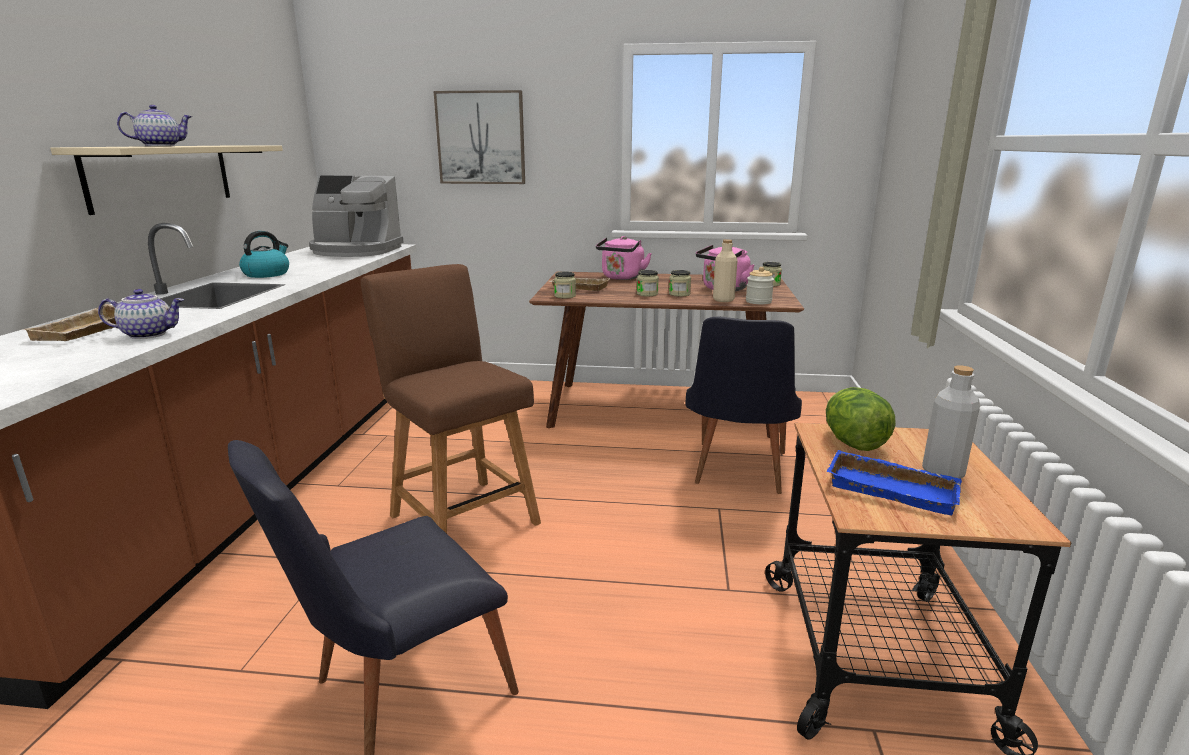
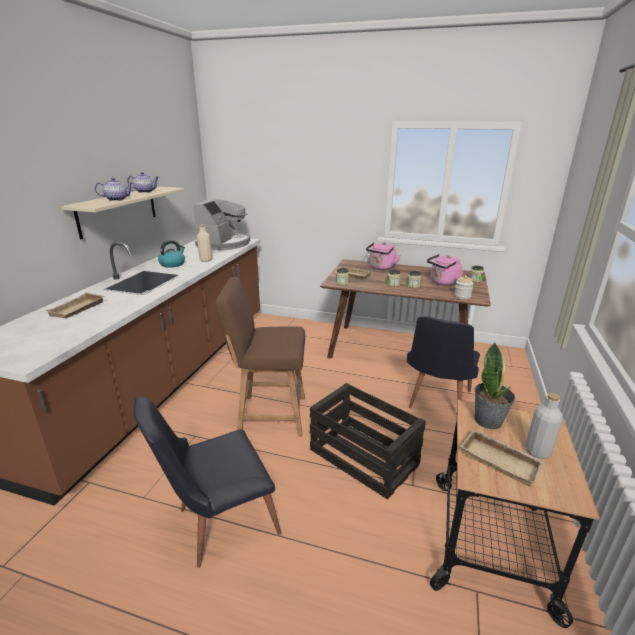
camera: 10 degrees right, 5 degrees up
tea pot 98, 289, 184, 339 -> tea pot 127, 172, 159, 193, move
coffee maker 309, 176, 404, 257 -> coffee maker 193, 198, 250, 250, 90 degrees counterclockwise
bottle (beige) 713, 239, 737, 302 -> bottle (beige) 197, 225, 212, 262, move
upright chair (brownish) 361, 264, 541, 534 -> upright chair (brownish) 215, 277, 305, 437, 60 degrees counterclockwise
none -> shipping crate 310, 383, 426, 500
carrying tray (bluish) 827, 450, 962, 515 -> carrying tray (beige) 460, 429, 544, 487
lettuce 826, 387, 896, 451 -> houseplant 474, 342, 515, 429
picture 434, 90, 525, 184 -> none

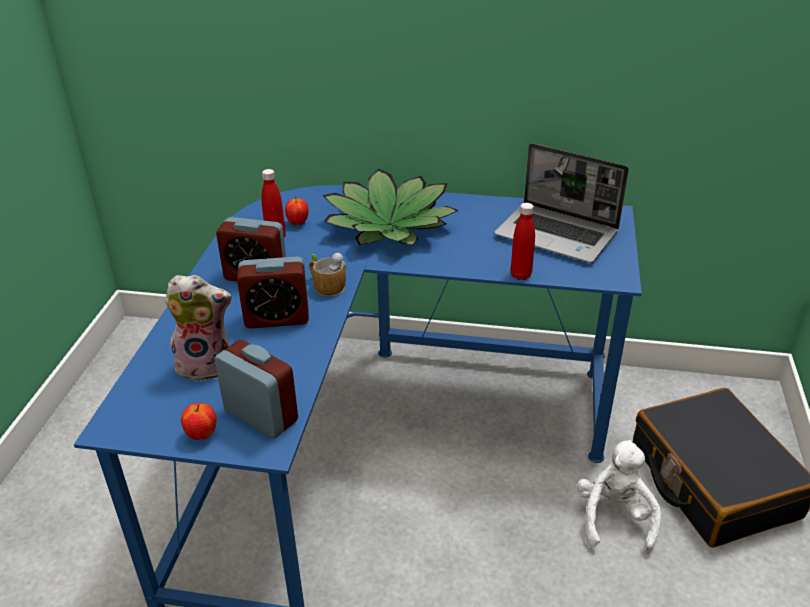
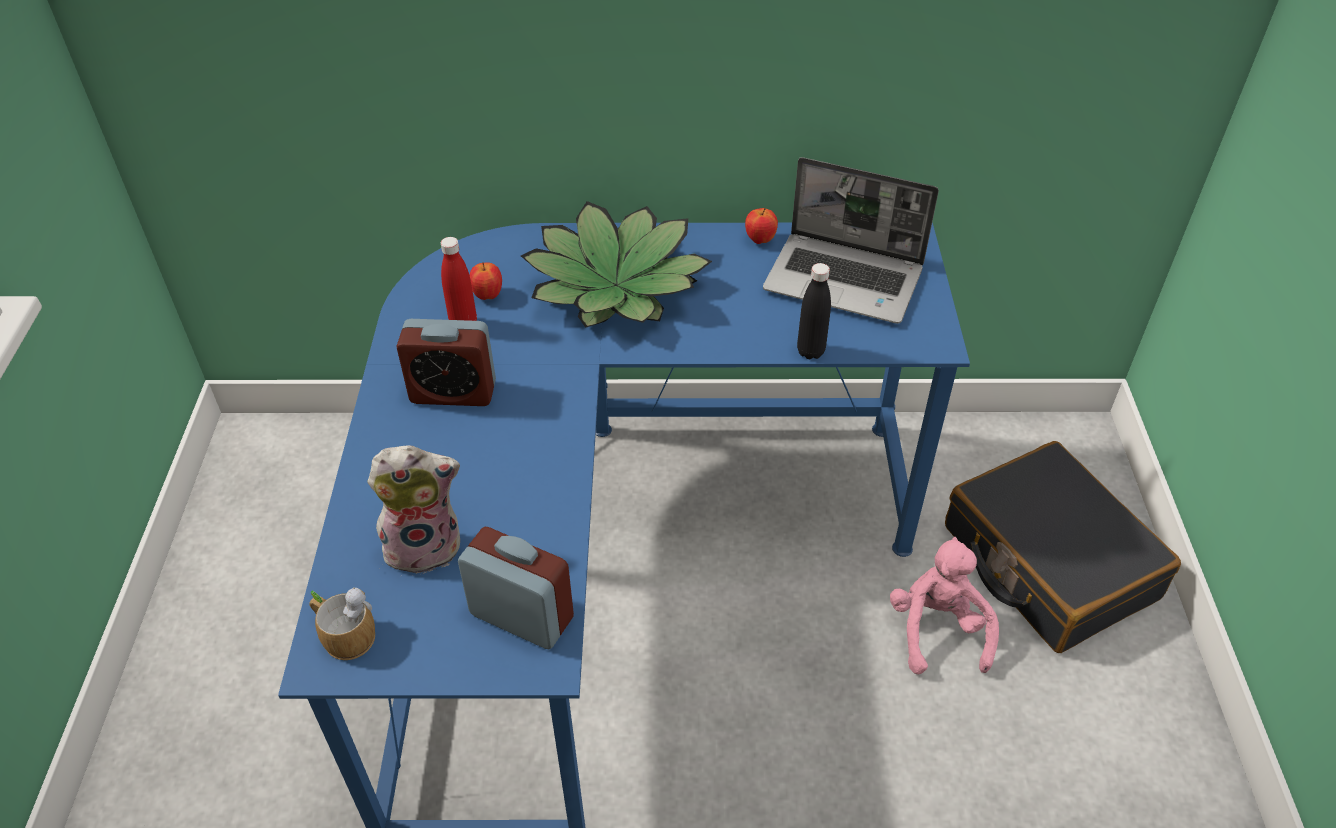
camera: 10 degrees left, 10 degrees up
coffee mug 309, 252, 346, 296 -> coffee mug 309, 587, 375, 660, move
whole apple 181, 403, 216, 440 -> whole apple 745, 208, 778, 244, move
bottle (red) 511, 203, 535, 280 -> bottle (blackish) 797, 263, 831, 359
cuddly toy (whitish) 577, 440, 661, 554 -> cuddly toy (pinkish) 890, 537, 999, 674
table clock 237, 256, 309, 328 -> none

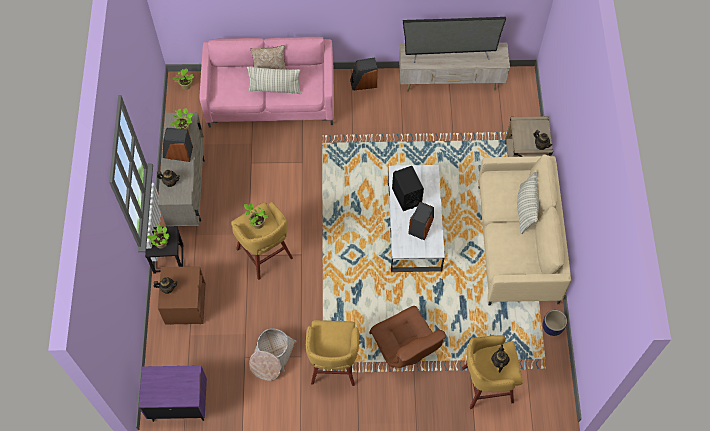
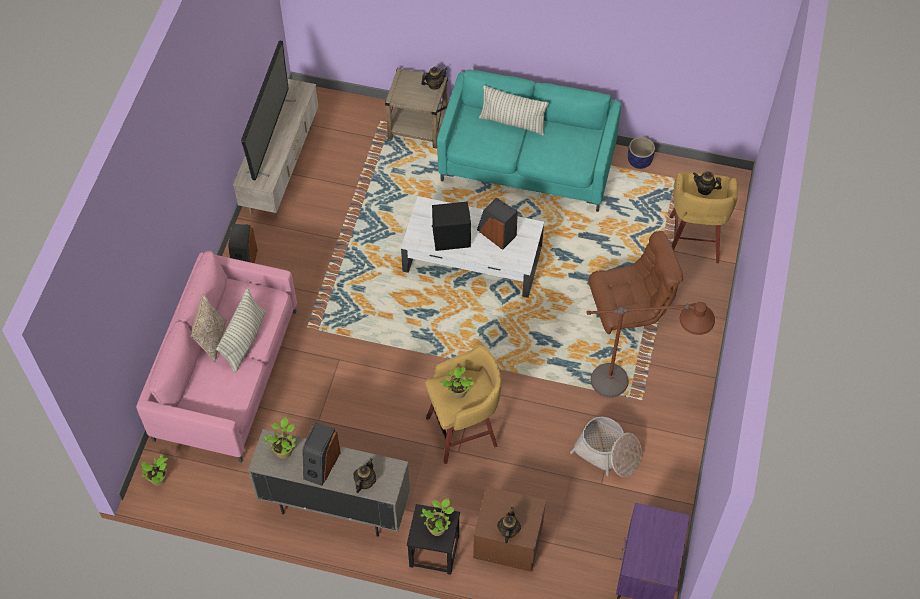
camera: 75 degrees left, 5 degrees down
couch (beige) 478, 154, 571, 305 -> couch (turquoise-coloured) 437, 69, 621, 212
stool (yellow) 306, 320, 359, 386 -> standard lamp (brownish) 587, 302, 715, 398

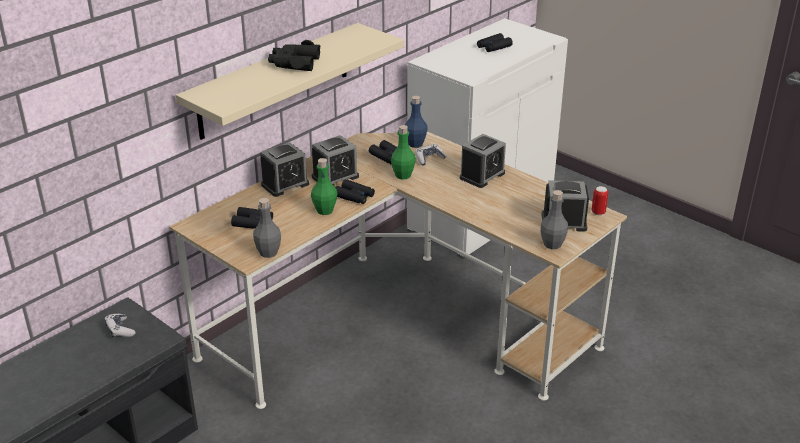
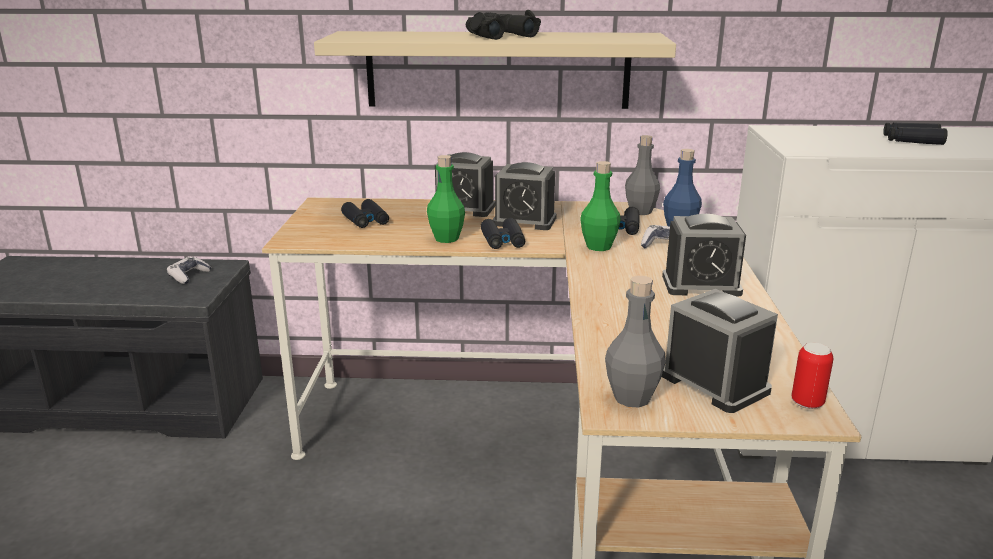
camera: 50 degrees right, 10 degrees down
bottle (greyish) 253, 198, 281, 258 -> bottle (greyish) 625, 135, 660, 215, move

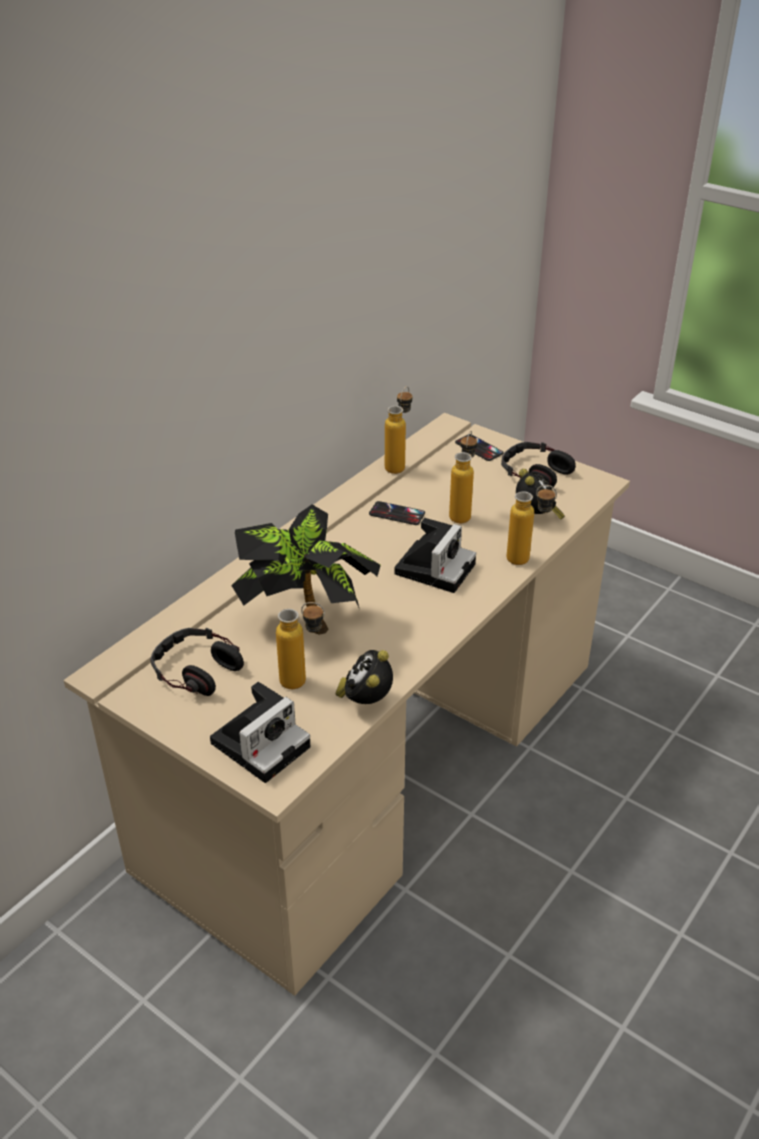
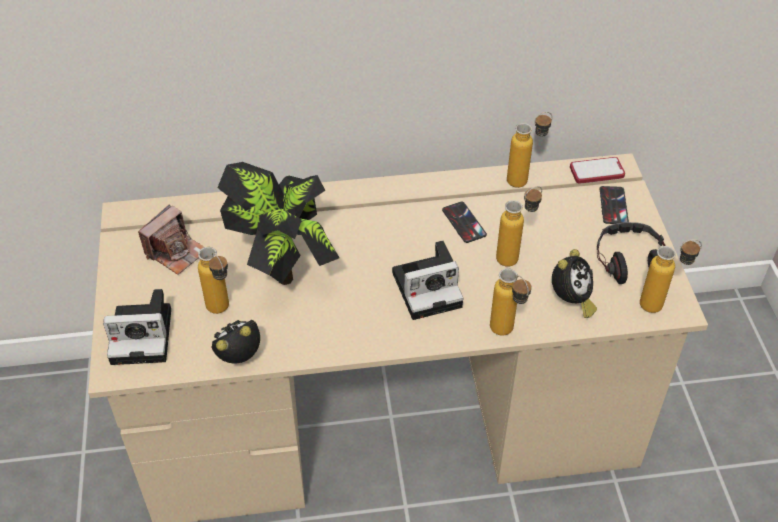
camera: 45 degrees right, 10 degrees up
pair of headphones 150, 628, 244, 696 -> still camera 138, 204, 204, 275
none -> handset 570, 157, 625, 184
none -> bottle 640, 239, 702, 313

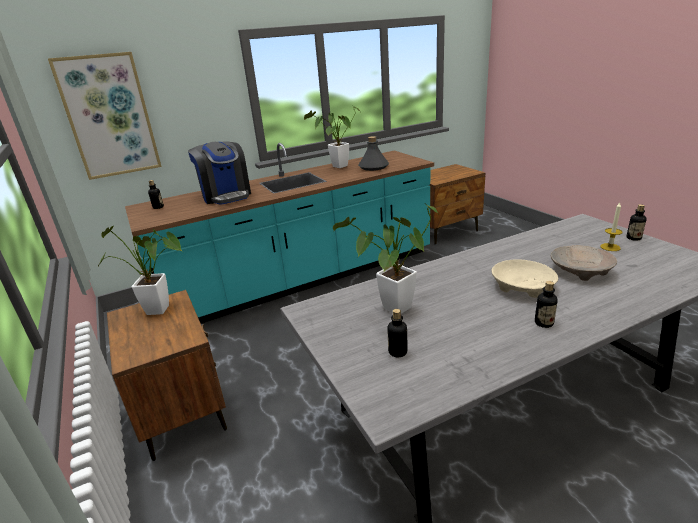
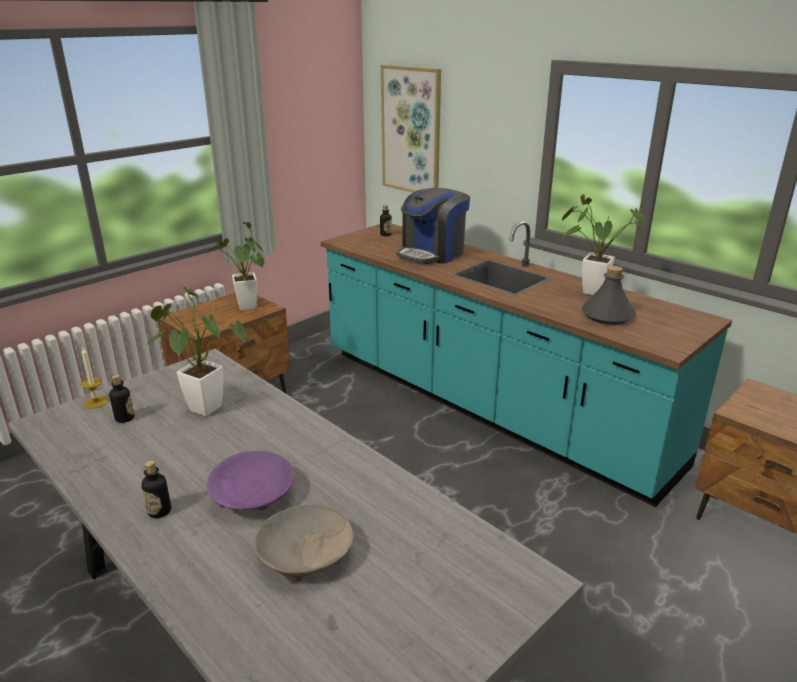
camera: 70 degrees right, 0 degrees up
wax light 600, 202, 623, 251 -> wax light 81, 348, 109, 409, move
deep dish (beige) 491, 259, 558, 298 -> deep dish (purple-coloured) 207, 451, 294, 510
bottle 626, 204, 647, 241 -> none

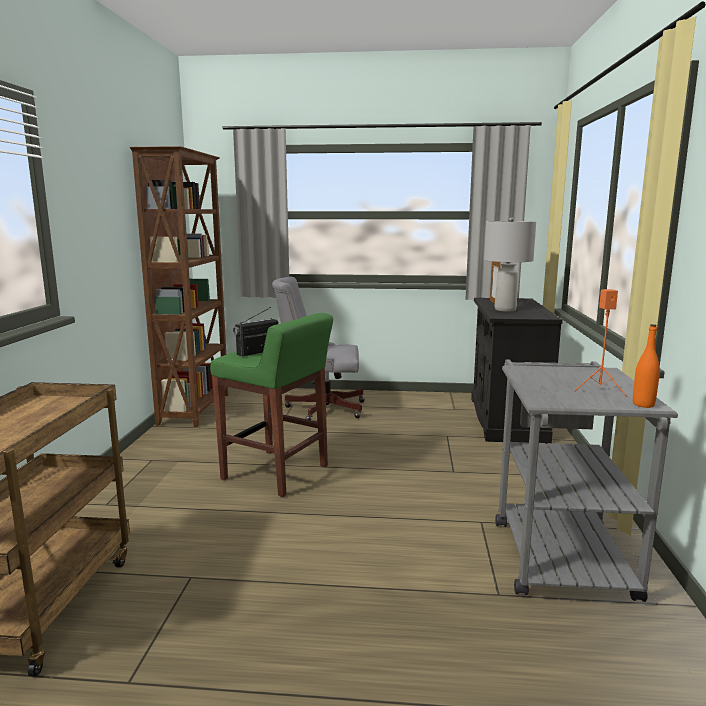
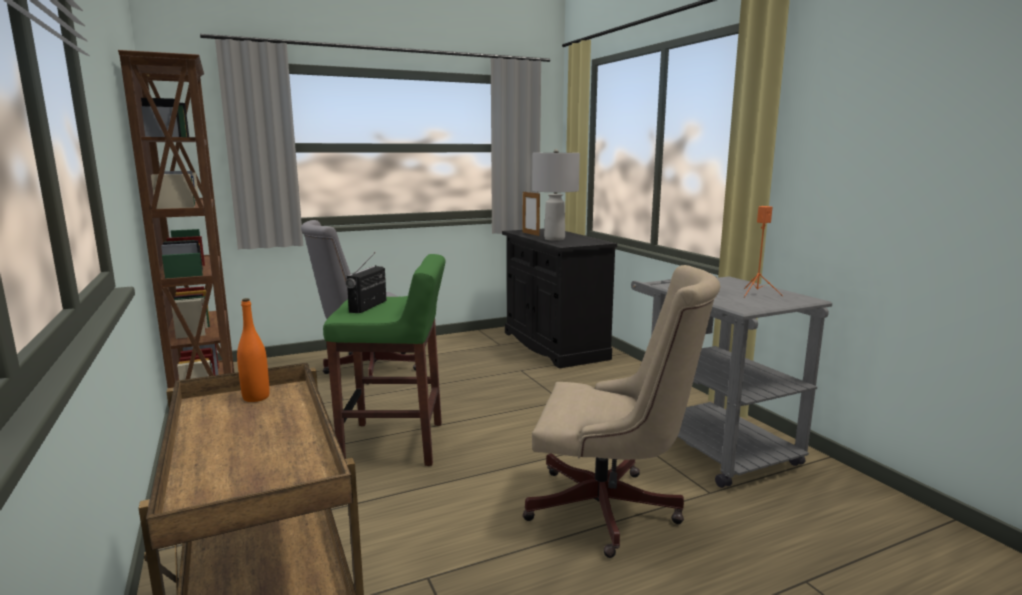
camera: 30 degrees left, 0 degrees up
bottle (orangey) 633, 324, 660, 408 -> bottle (orangey) 237, 298, 270, 402, move
none -> office chair (beige) 523, 265, 720, 558

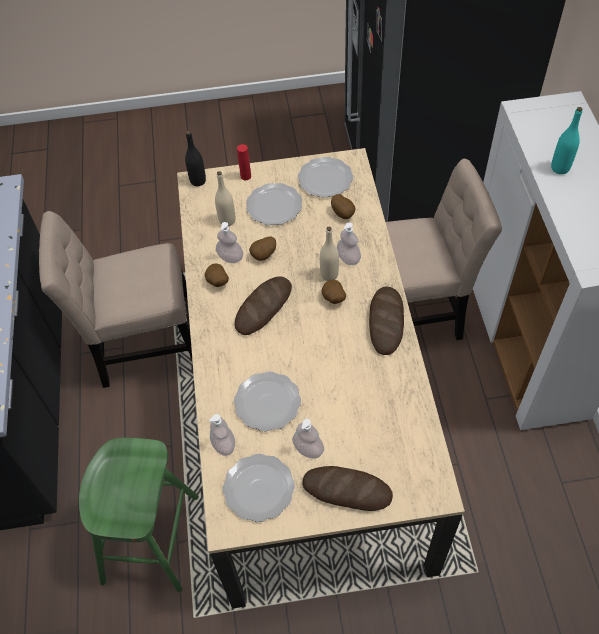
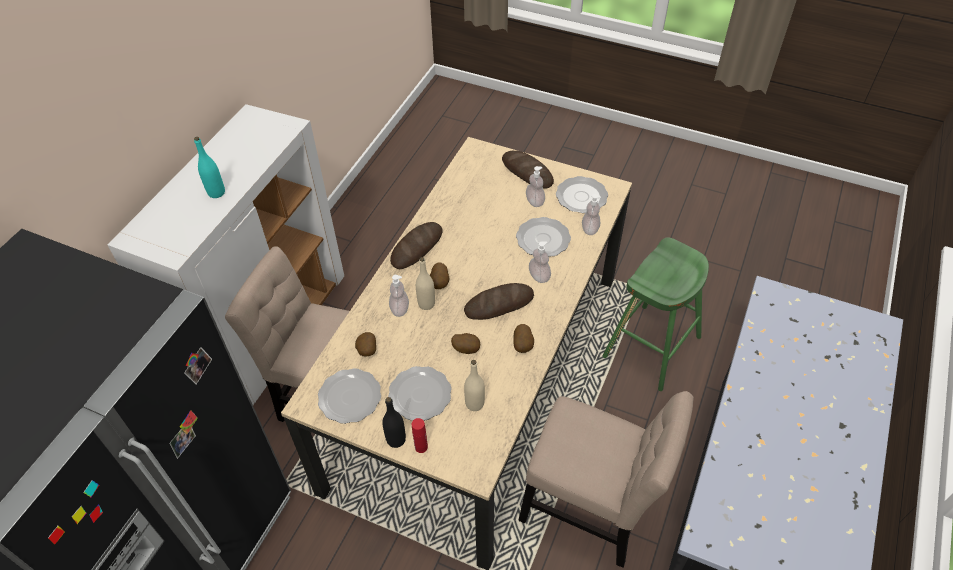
camera: 150 degrees left, 5 degrees down
bottle (blackish) 185, 131, 206, 186 -> bottle (blackish) 383, 397, 406, 448, move
soap dispenser 216, 222, 243, 263 -> soap dispenser 529, 241, 551, 283, move

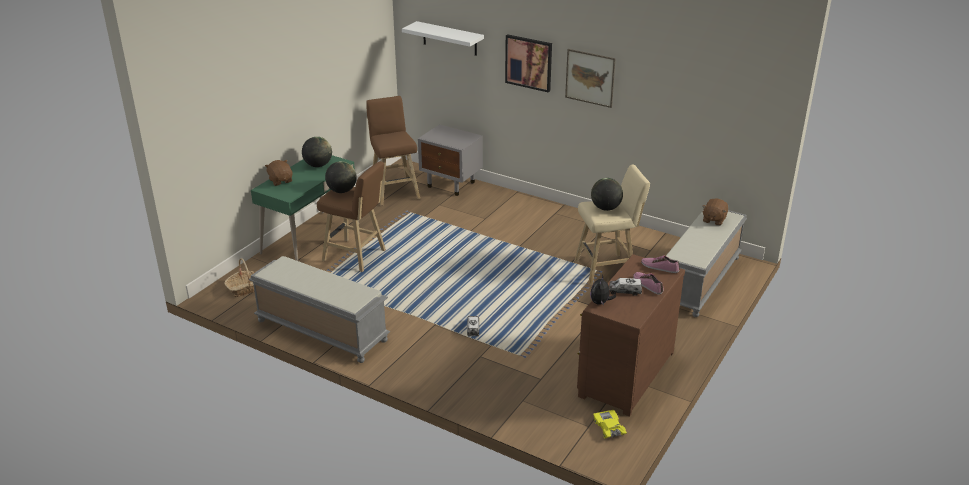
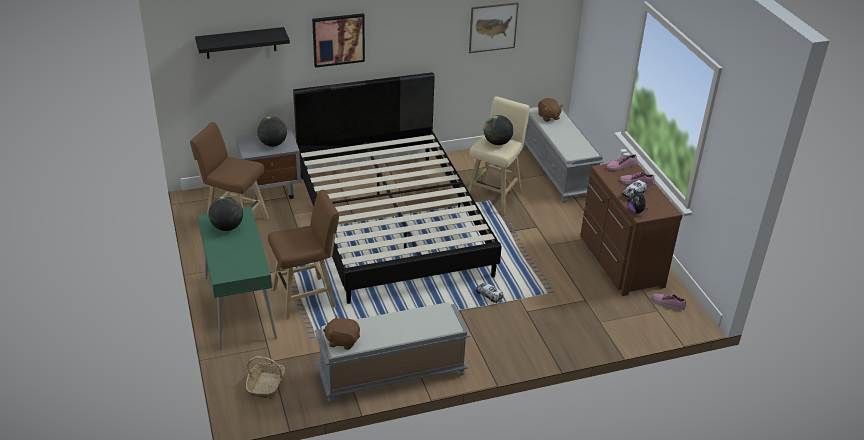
camera: 50 degrees left, 5 degrees up
wall shelf (whitish) 402, 21, 484, 56 -> wall shelf (blackish) 195, 27, 290, 59
desk globe 325, 161, 357, 193 -> desk globe 257, 116, 287, 147, move
none -> bedroom bed (blackish) 293, 72, 502, 304
cuddly toy (brownish) 265, 160, 293, 186 -> cuddly toy (brownish) 323, 315, 360, 350, move
picture 565, 49, 616, 108 -> picture 469, 2, 519, 53, move
toy car (yellow) 593, 410, 627, 438 -> low shoe 652, 294, 686, 310

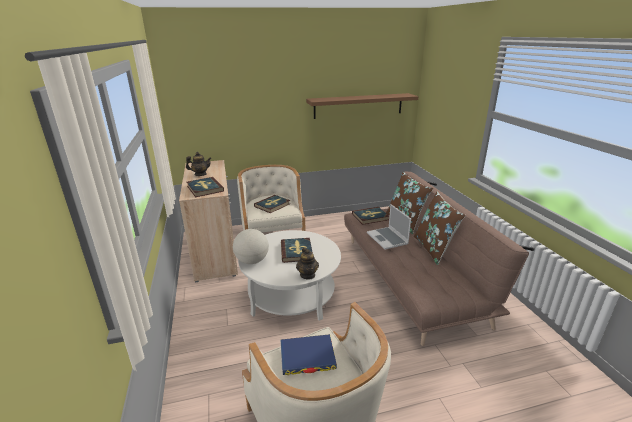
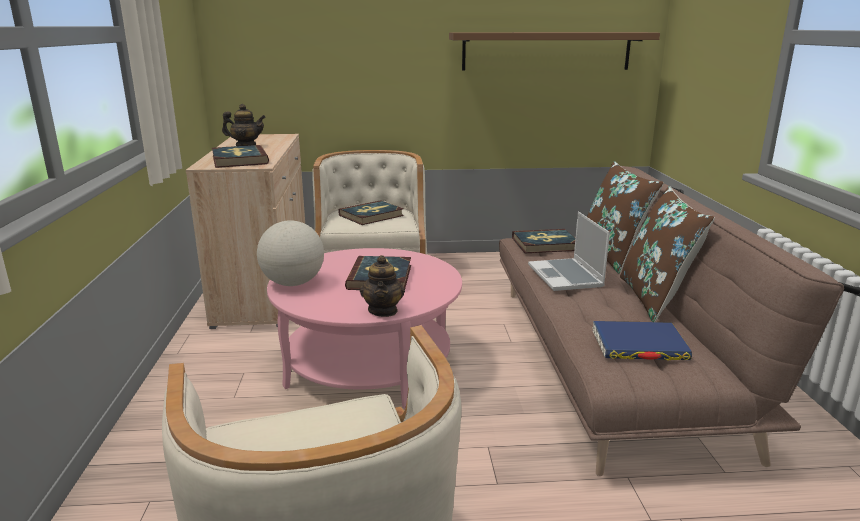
camera: 10 degrees right, 5 degrees down
low table (whitish) 238, 230, 341, 321 -> low table (pinkish) 267, 248, 462, 409
book (bluish) 280, 334, 337, 375 -> book (bluish) 593, 321, 692, 360, move

